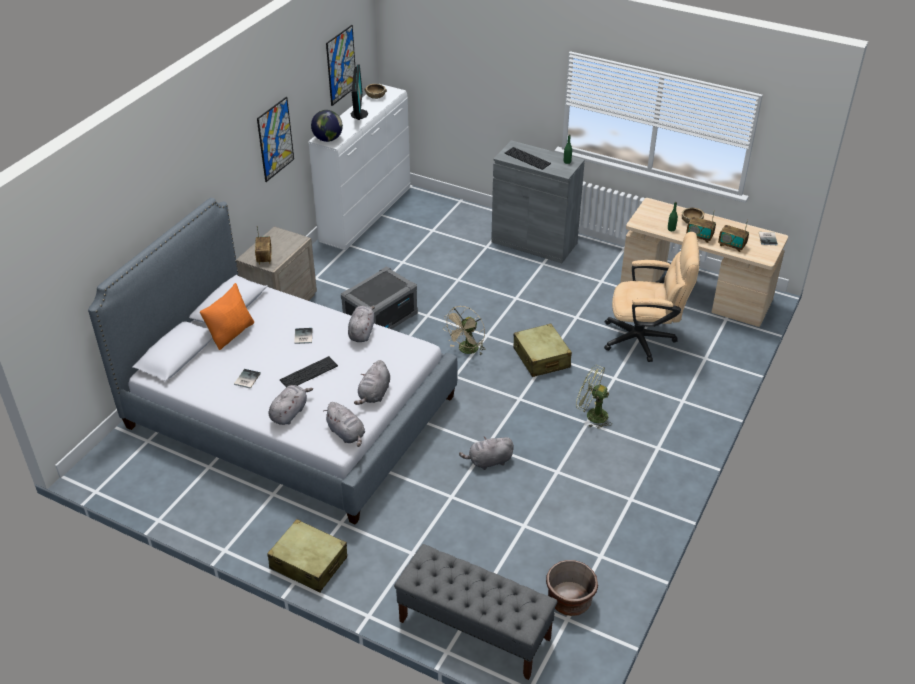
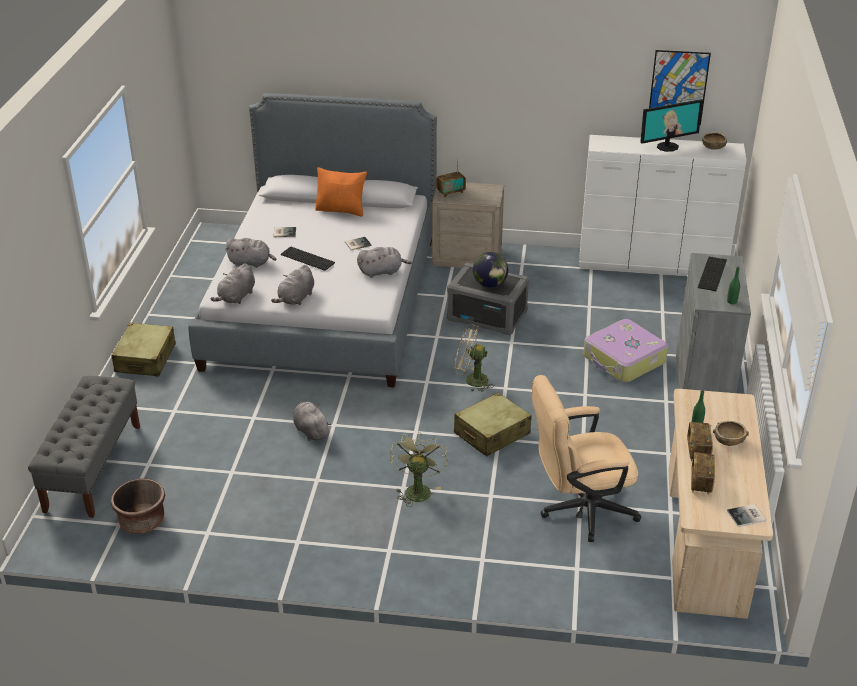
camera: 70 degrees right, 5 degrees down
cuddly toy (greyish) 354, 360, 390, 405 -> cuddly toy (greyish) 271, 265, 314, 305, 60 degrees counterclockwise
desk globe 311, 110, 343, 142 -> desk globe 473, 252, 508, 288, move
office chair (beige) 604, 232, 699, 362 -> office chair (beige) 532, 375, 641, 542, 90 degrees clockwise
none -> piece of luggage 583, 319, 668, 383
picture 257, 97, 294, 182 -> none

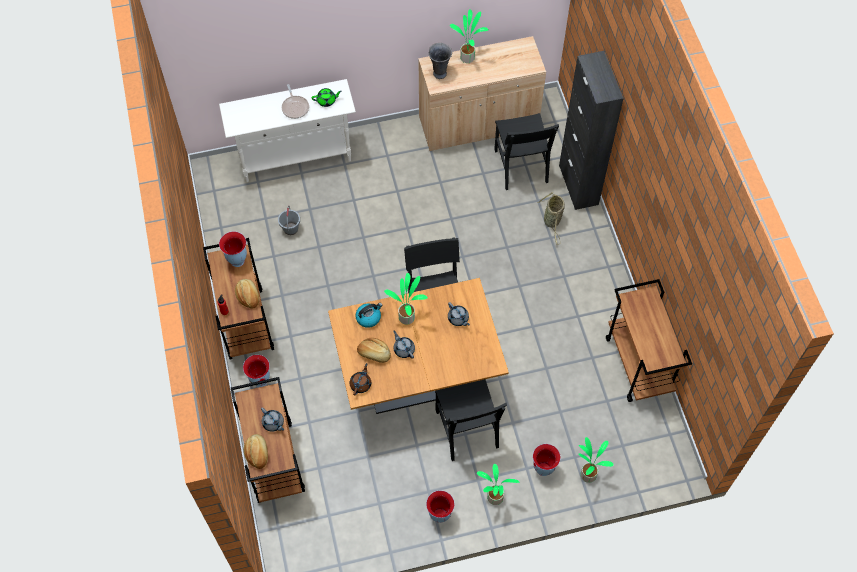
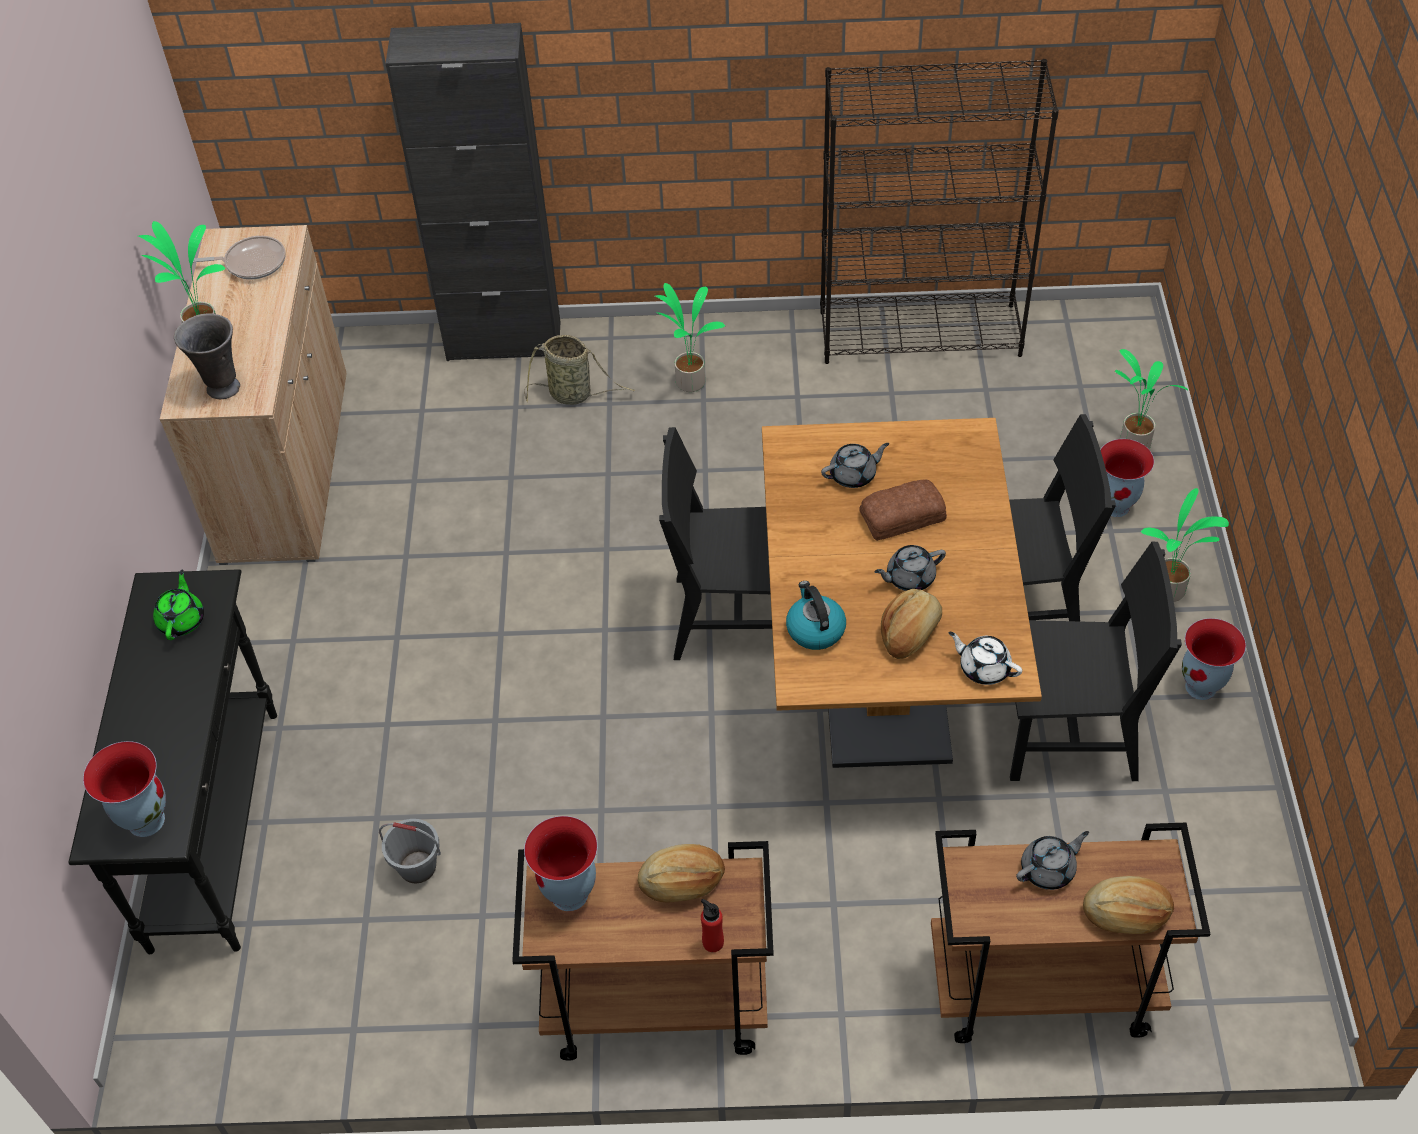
camera: 75 degrees left, 10 degrees down
hall table (whitish) 219, 79, 356, 182 -> hall table (blackish) 68, 569, 277, 954
vase 243, 355, 270, 387 -> vase 83, 741, 166, 837, move
pan 282, 84, 309, 119 -> pan 193, 236, 286, 279, move
houseplant 384, 273, 428, 325 -> houseplant 655, 283, 725, 392, move
cart (brownish) 606, 279, 692, 402 -> bookshelf (blackish) 820, 59, 1059, 364
none -> bread 859, 480, 947, 541
tea pot (brownish) 350, 363, 371, 396 -> tea pot (whitish) 949, 632, 1022, 685
upright chair (blackish) 494, 113, 559, 190 -> upright chair (blackish) 1010, 542, 1182, 781, move

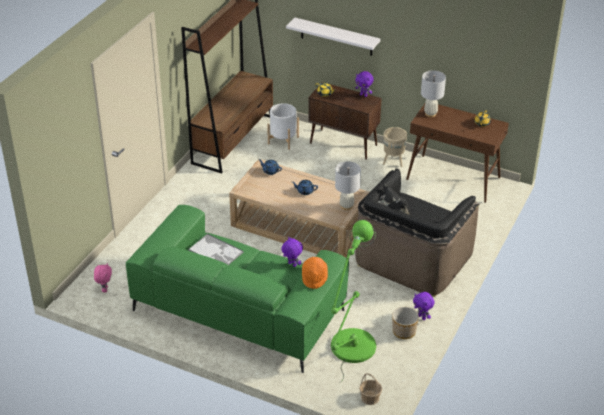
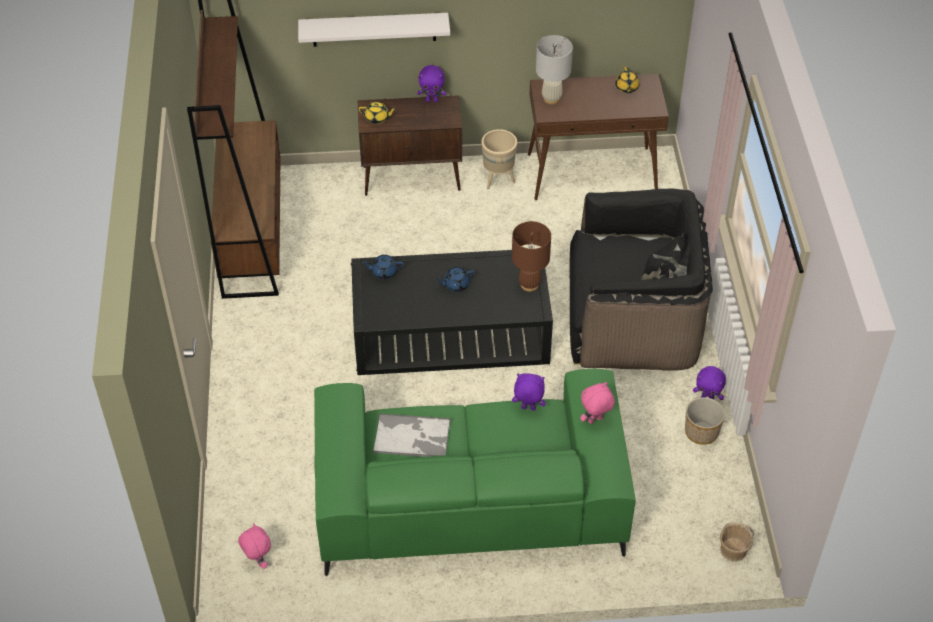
camera: 30 degrees left, 10 degrees up
low table (beige) 229, 159, 370, 258 -> low table (blackish) 351, 250, 553, 375
lamp for a table (whitish) 335, 161, 361, 210 -> lamp for a table (brownish) 512, 221, 551, 292
armchair (blackish) 355, 168, 480, 297 -> armchair (blackish) 570, 189, 713, 371, 90 degrees counterclockwise
clothing hat (orangey) 302, 257, 328, 289 -> cuddly toy (pinkish) 580, 382, 615, 424
flower pot (whitish) 267, 103, 299, 150 -> none
standard lamp (green-coloured) 331, 220, 376, 383 -> none

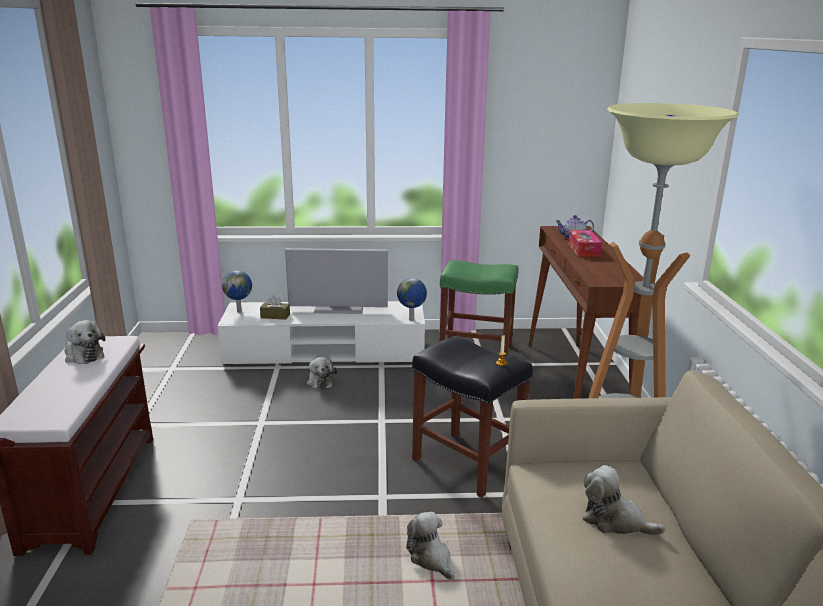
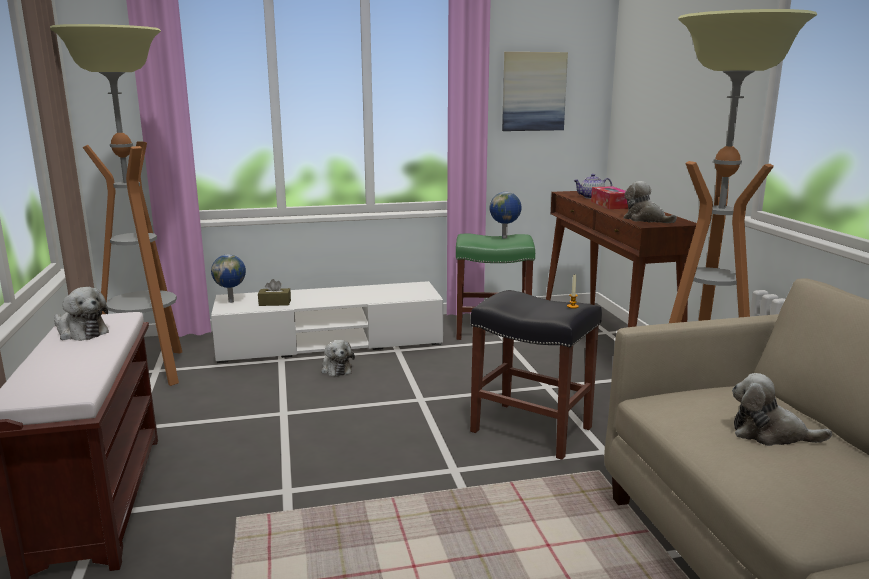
camera: 10 degrees left, 5 degrees down
none -> standard lamp 50, 24, 182, 386
desk globe 397, 278, 427, 321 -> desk globe 489, 192, 522, 239, move
none -> picture 502, 52, 568, 131
cuddly toy 406, 512, 455, 580 -> cuddly toy 624, 181, 677, 223, move
TV set 285, 248, 388, 314 -> none

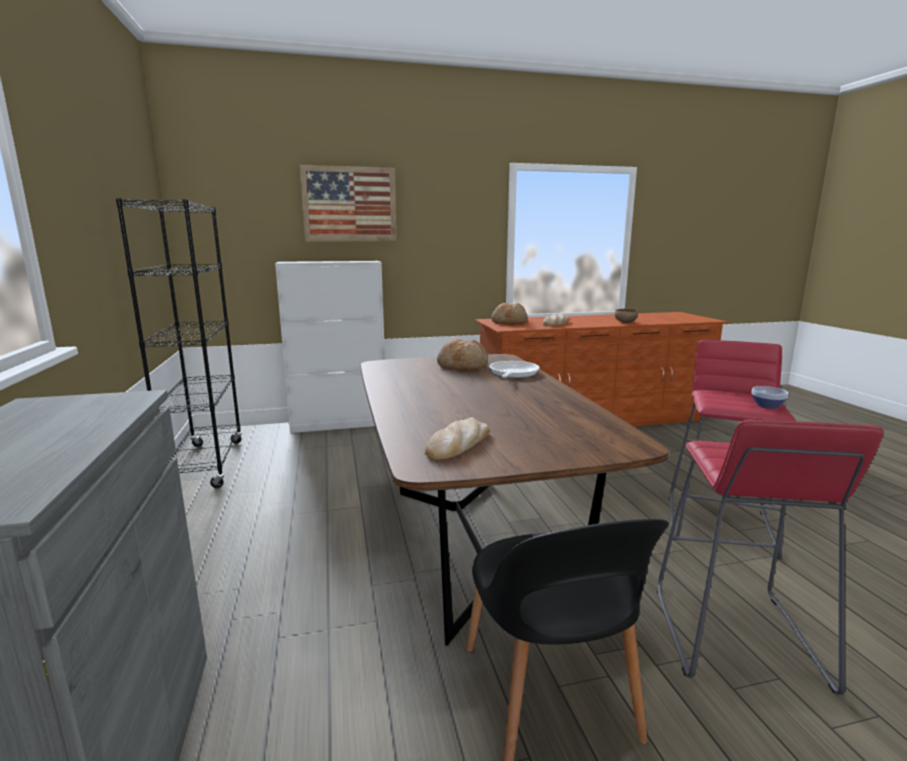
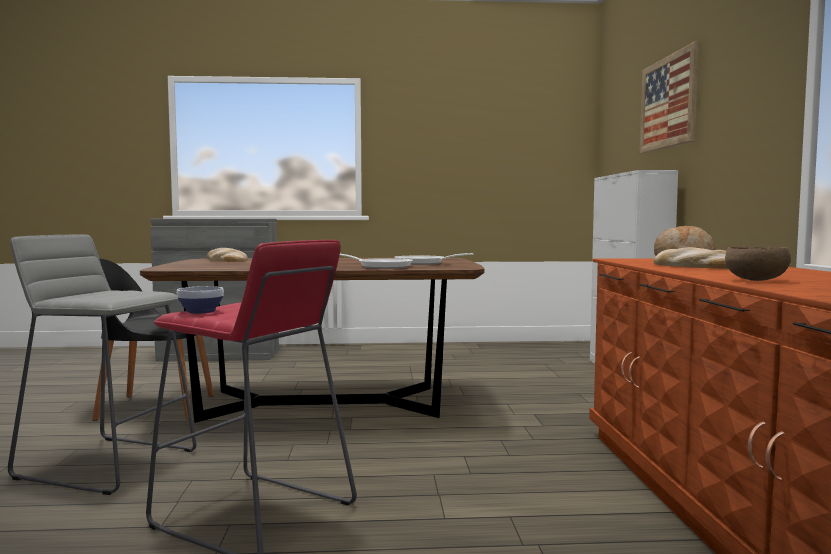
camera: 100 degrees right, 10 degrees down
stool (red) 657, 419, 883, 695 -> stool (greyish) 8, 234, 196, 495
bread 437, 338, 488, 370 -> pan 395, 253, 474, 265
bookshelf (blackish) 116, 198, 242, 488 -> none

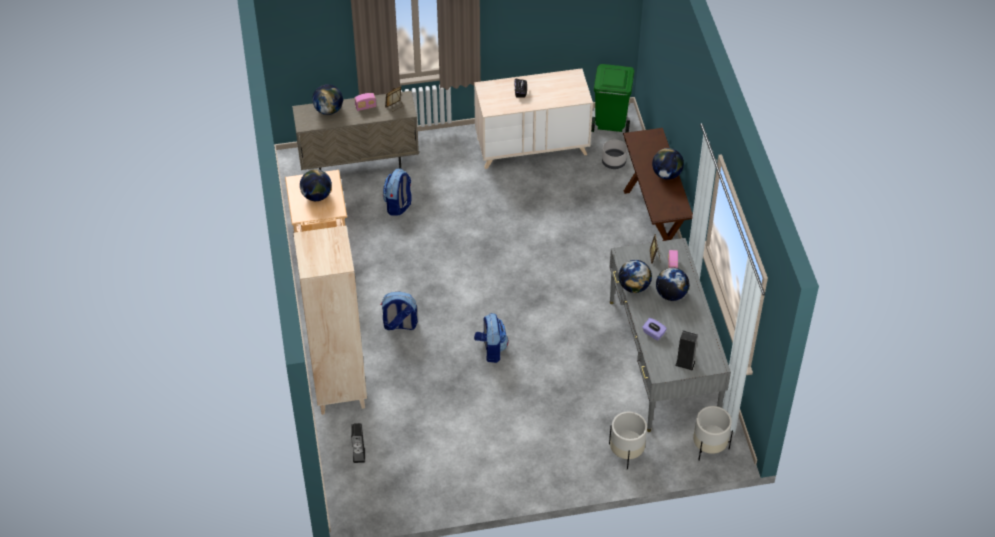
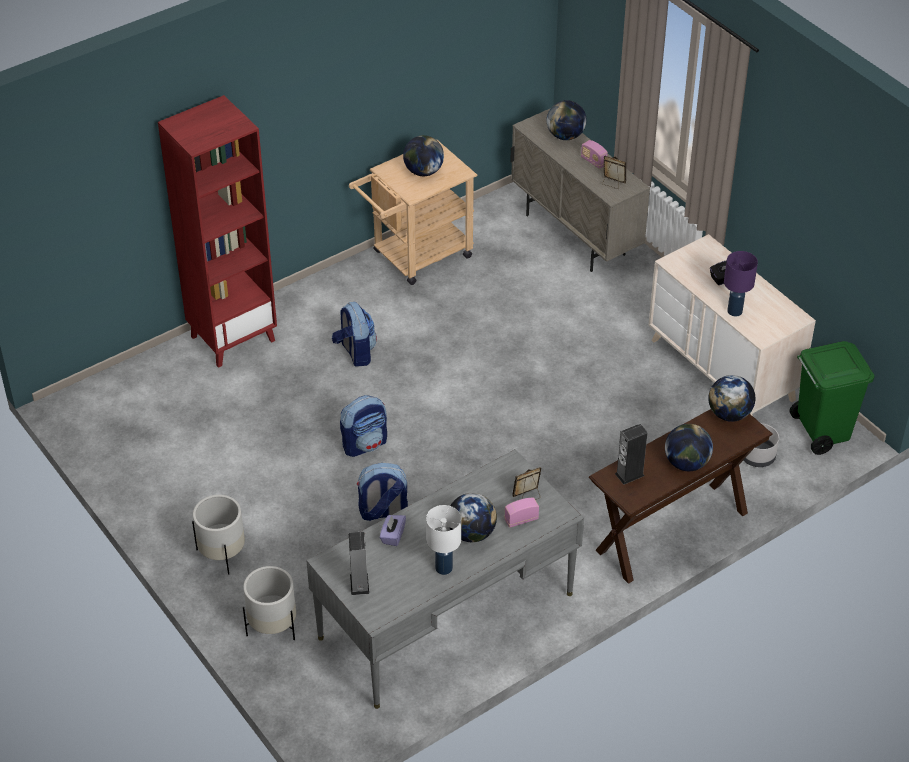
camera: 65 degrees right, 5 degrees down
bookshelf (beige) 293, 226, 367, 415 -> bookshelf (red) 158, 95, 277, 368
flower pot (whitish) 693, 406, 733, 460 -> flower pot (whitish) 192, 495, 245, 575, move
rucksack 383, 169, 412, 216 -> rucksack 357, 463, 408, 521, move
none -> lamp for a table (whitish) 426, 505, 461, 575
audio speaker 351, 423, 365, 463 -> audio speaker 615, 424, 647, 485, move
desk globe 619, 260, 652, 293 -> desk globe 708, 375, 756, 422, move
none -> lamp for a table (purple-coloured) 724, 251, 758, 316

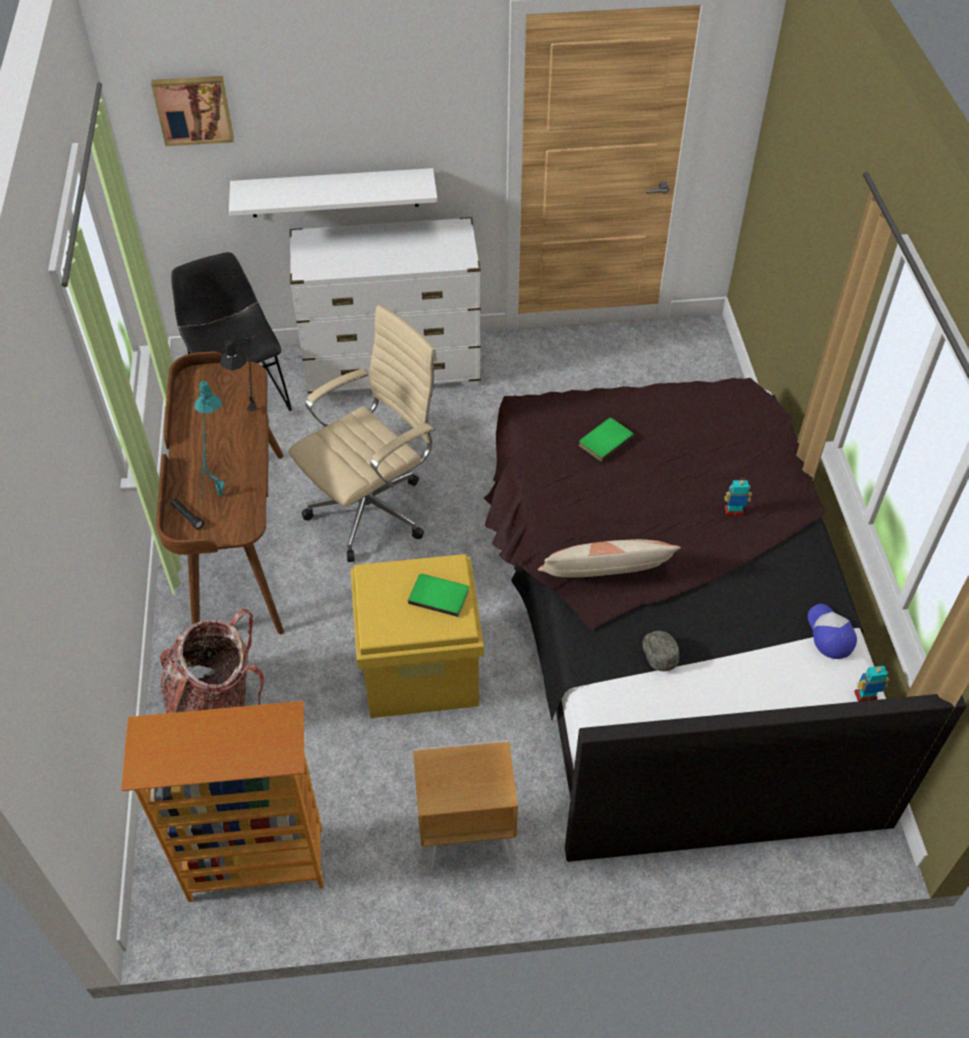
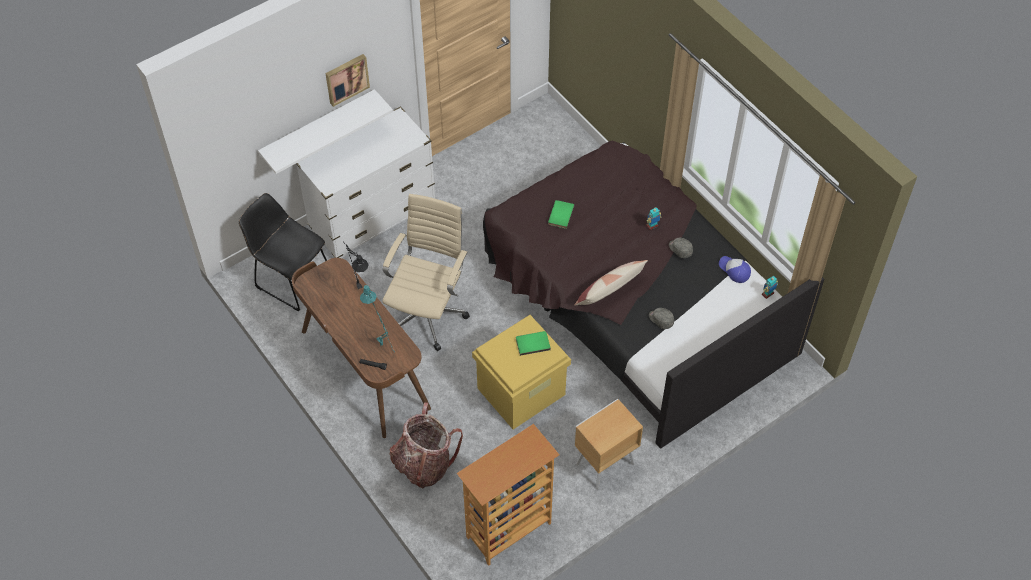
camera: 30 degrees left, 5 degrees up
picture 151, 76, 234, 146 -> picture 325, 54, 370, 107, move
none -> peaked cap (greyish) 669, 238, 693, 258

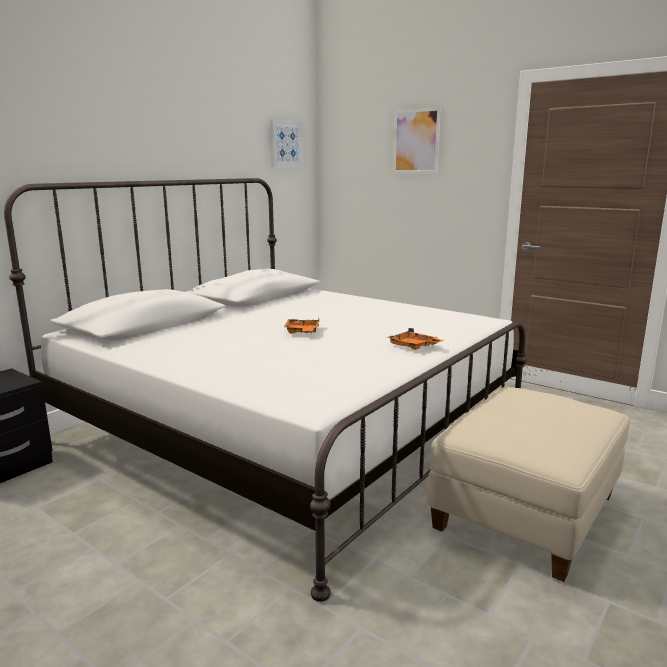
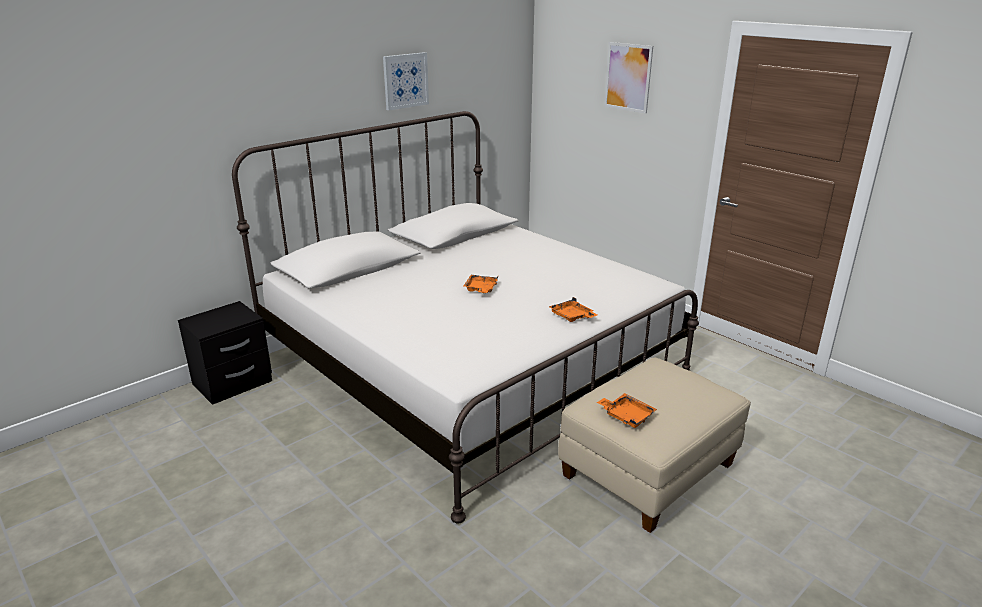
camera: 10 degrees right, 10 degrees up
picture 270, 119, 303, 167 -> picture 383, 52, 429, 111, move
none -> carrying tray (orangey) 597, 393, 657, 428

